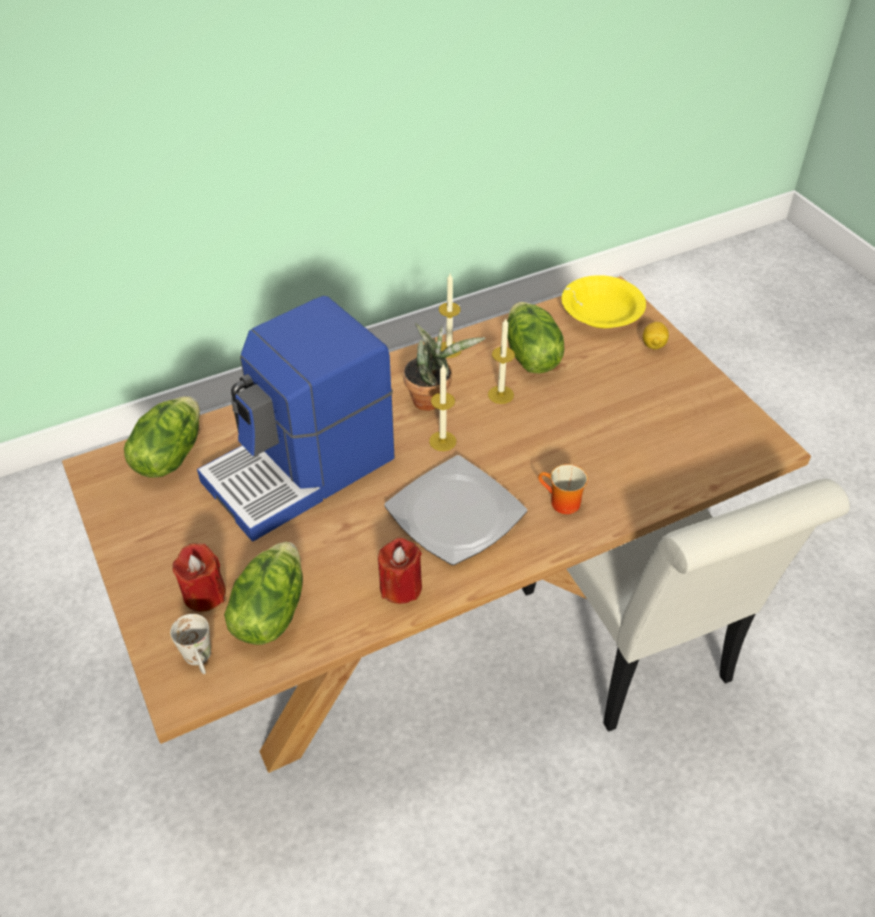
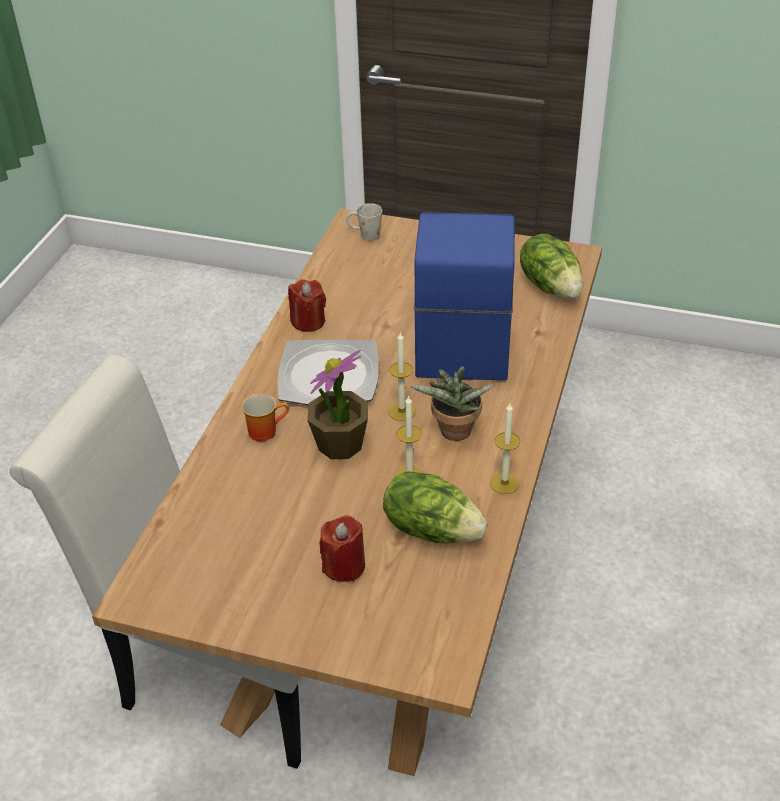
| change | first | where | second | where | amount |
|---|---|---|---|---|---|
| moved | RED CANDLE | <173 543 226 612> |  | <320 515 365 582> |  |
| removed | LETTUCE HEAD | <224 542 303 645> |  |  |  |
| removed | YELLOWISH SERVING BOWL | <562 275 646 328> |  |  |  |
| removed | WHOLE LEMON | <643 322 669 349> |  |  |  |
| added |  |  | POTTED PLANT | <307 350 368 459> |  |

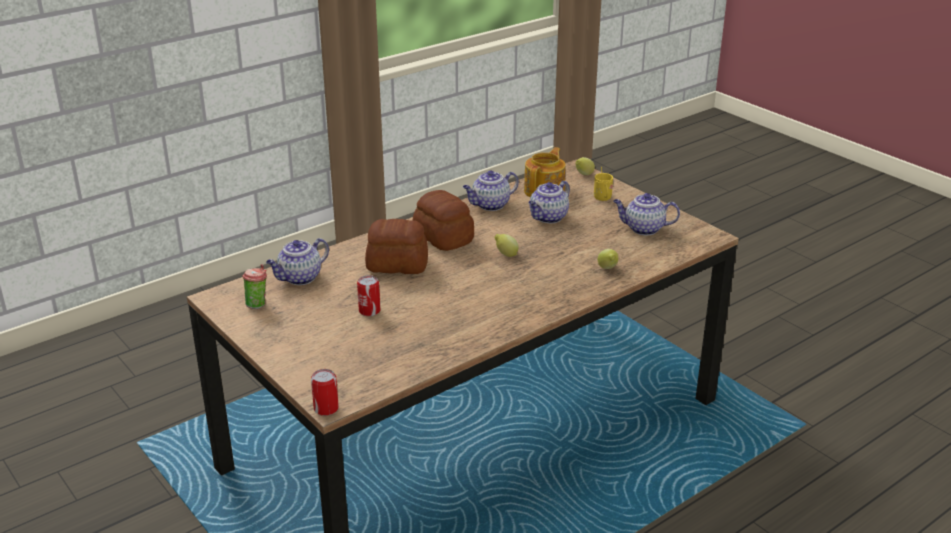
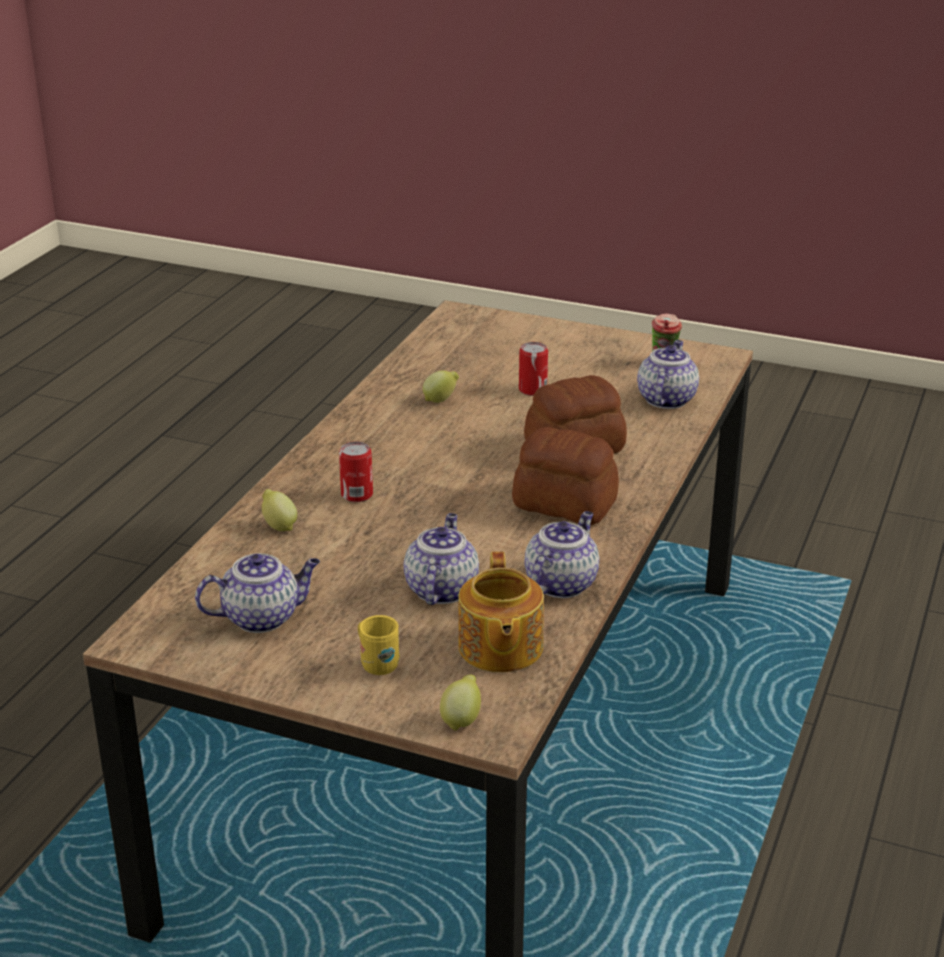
| change | first | where | second | where | amount |
|---|---|---|---|---|---|
| moved | METAL CAN | <311 369 339 416> |  | <339 441 373 502> |  |
| moved | WHOLE LEMON | <494 234 519 257> |  | <423 370 459 403> |  |

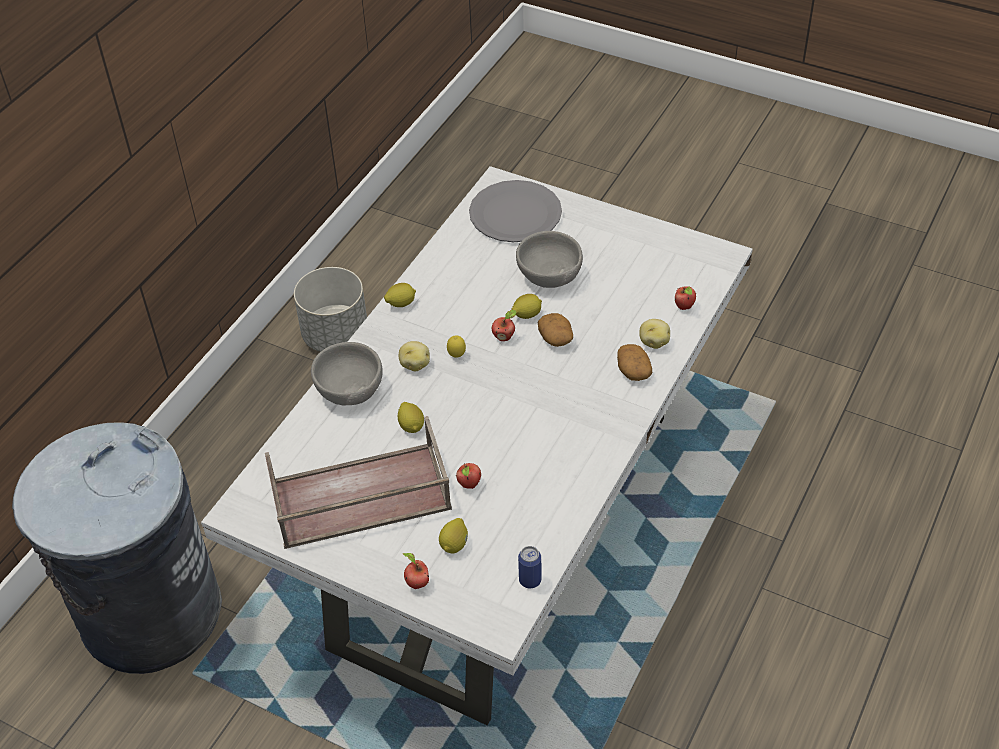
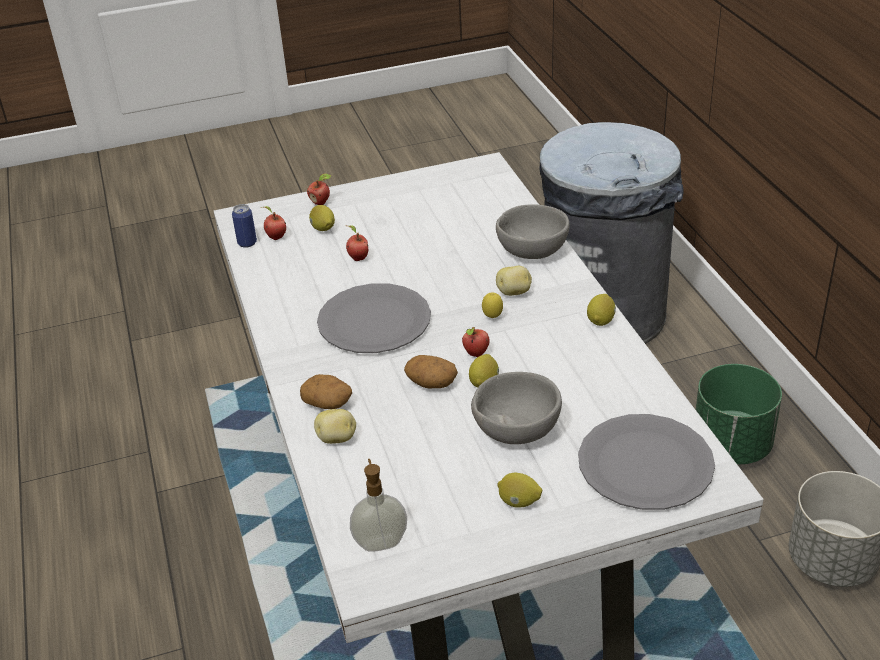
| change | first | where | second | where | amount |
|---|---|---|---|---|---|
| removed | BROWN SERVING TRAY | <265 416 452 549> |  |  |  |
| moved | WHOLE LEMON | <398 402 424 433> |  | <498 473 543 508> |  |
| moved | WHOLE APPLE | <675 286 696 310> |  | <260 206 286 240> |  |
| added |  |  | GREYISH PLATE | <317 283 431 353> |  |
| added |  |  | SOAP BOTTLE | <350 459 407 552> |  |
| added |  |  | GREEN-COLOURED FLOWER POT | <696 364 782 465> |  |

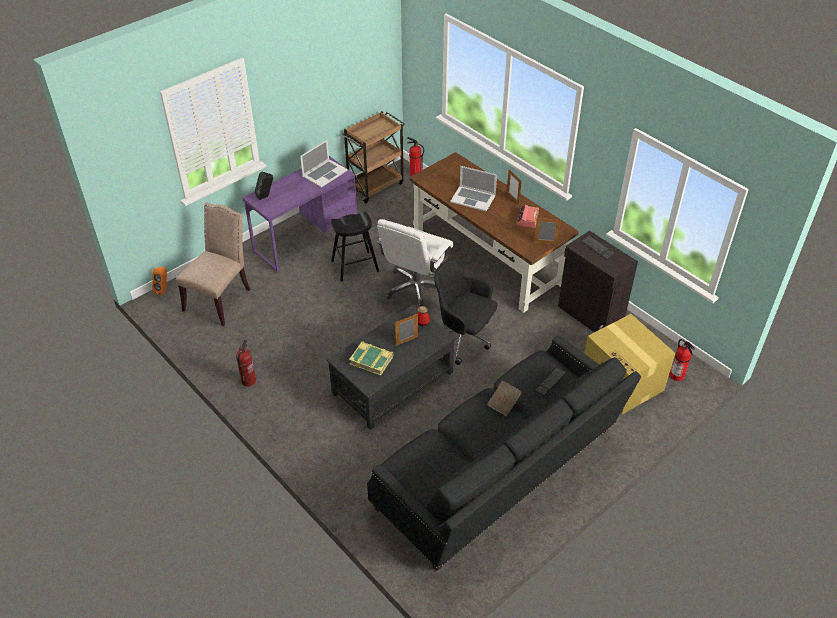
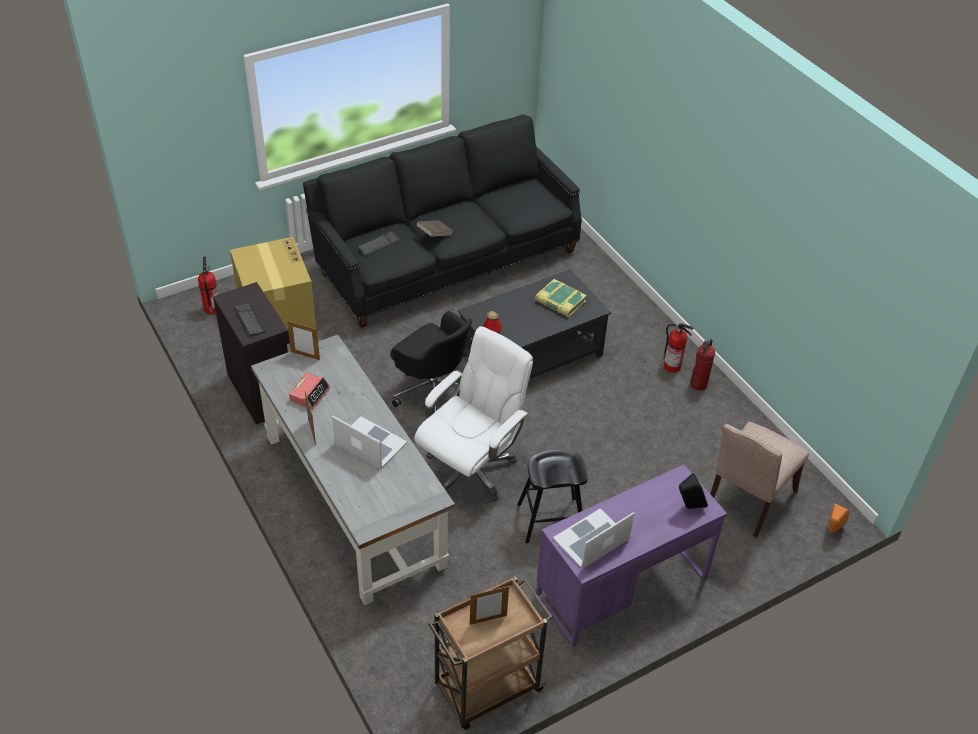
| change | first | where | second | where | amount |
|---|---|---|---|---|---|
| moved | PHOTO FRAME | <395 314 418 346> |  | <470 586 509 625> |  |
| moved | FIRE-FIGHTING CYLINDER | <407 137 424 176> |  | <663 324 694 373> |  |
| recoloured | BROWN DESK UNIT | <409 152 579 313> | GREYISH DESK UNIT | <251 335 455 605> |  |

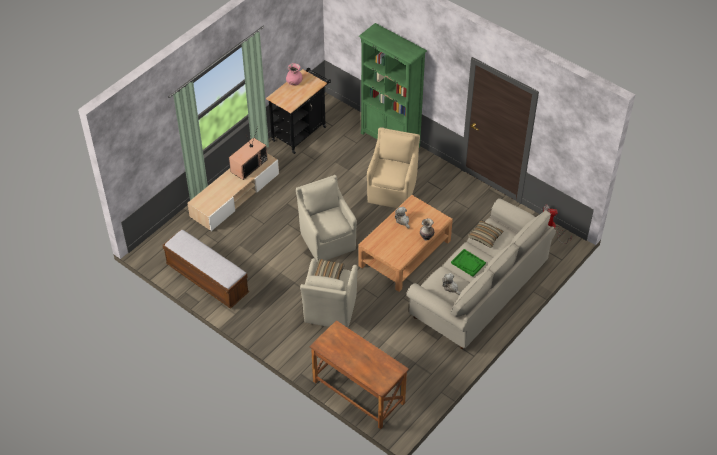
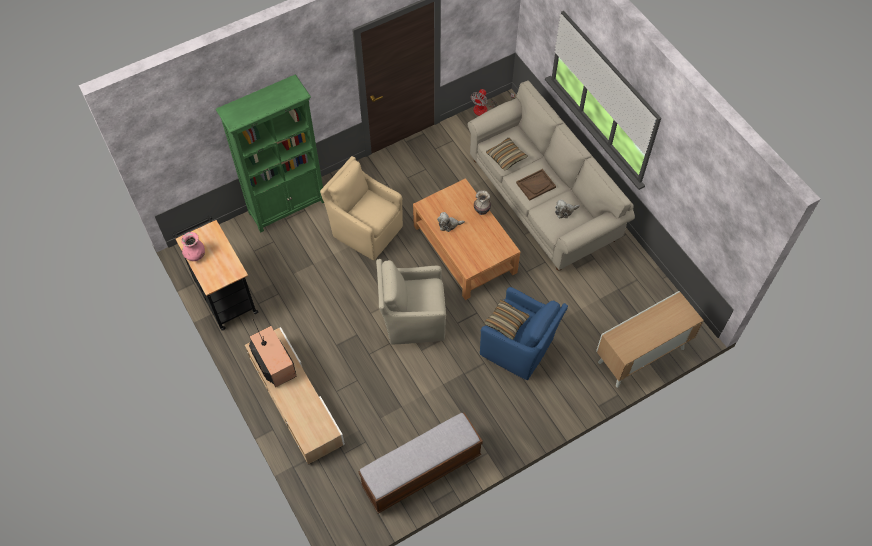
| change | first | where | second | where | amount |
|---|---|---|---|---|---|
| recoloured | SAND-COLOURED LOUNGE CHAIR | <300 258 358 328> | BLUE LOUNGE CHAIR | <480 287 568 380> |  |
| replaced | BROWN DESK UNIT | <309 320 409 429> | CABINET | <596 291 704 388> |  |
| recoloured | GREEN-COLOURED SERVING TRAY | <451 249 486 277> | BROWN SERVING TRAY | <516 169 556 201> |  |

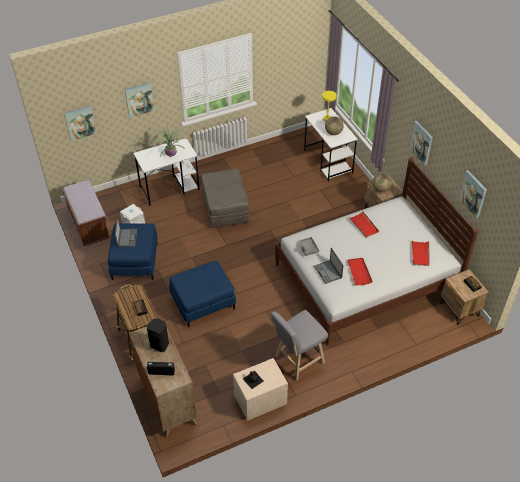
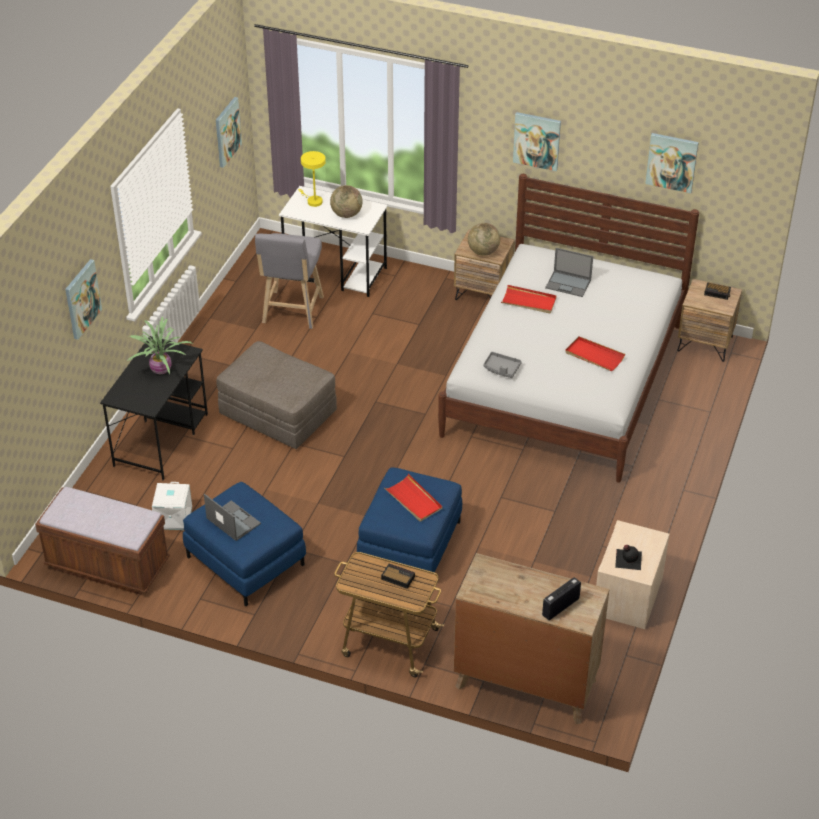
| change | first | where | second | where | amount |
|---|---|---|---|---|---|
| moved | PICTURE | <64 106 97 141> |  | <216 97 242 168> |  |
| recoloured | WHITE DESK UNIT | <133 137 200 206> | BLACK-COLOURED DESK UNIT | <100 336 208 480> |  |
| removed | BLACK-COLOURED LOUDSPEAKER | <146 318 169 352> |  |  |  |
| moved | GREYISH STOOL SEAT | <271 310 328 381> |  | <255 233 324 329> |  |
| moved | LAPTOP | <314 248 343 284> |  | <545 248 593 297> |  |
| moved | RED SERVING TRAY | <411 240 429 266> |  | <384 474 442 522> |  |

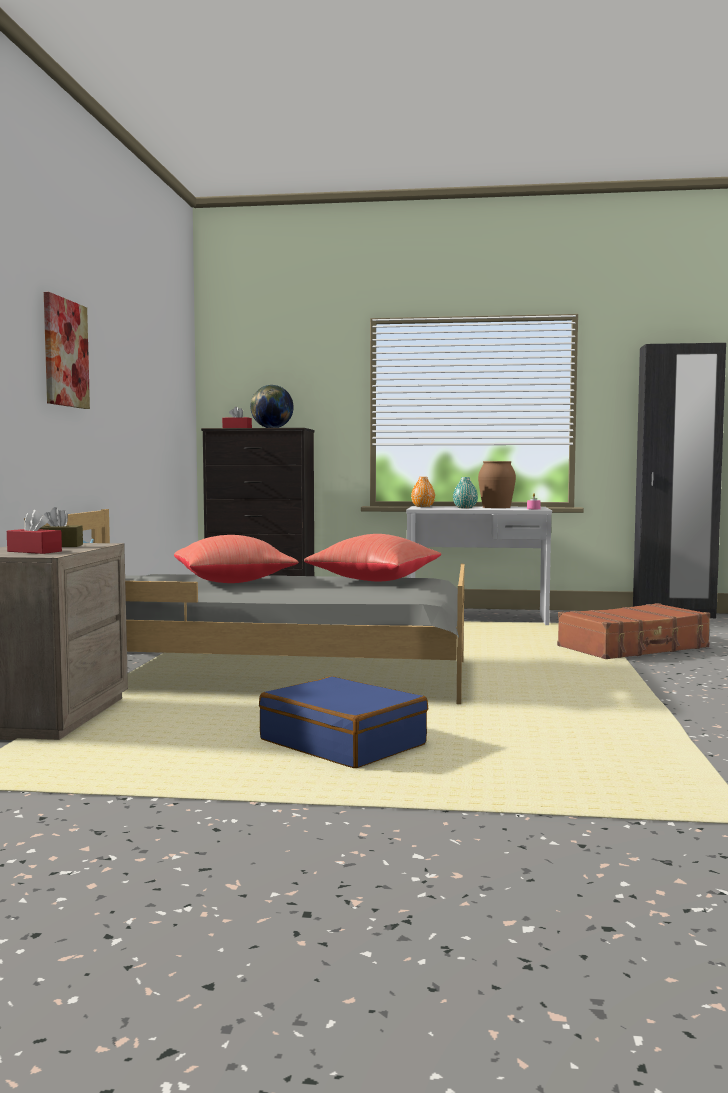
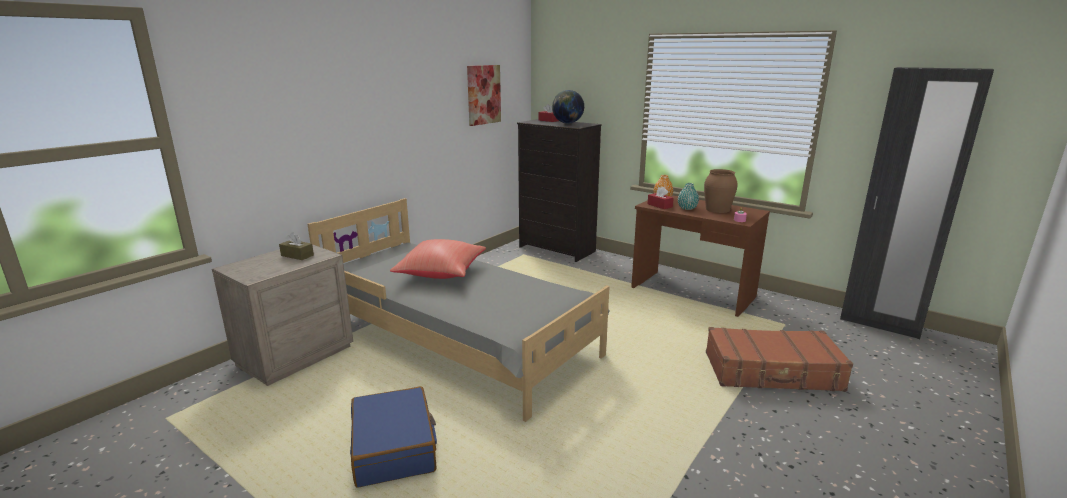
| change | first | where | second | where | amount |
|---|---|---|---|---|---|
| moved | RED TISSUE BOX | <7 510 62 554> |  | <648 186 674 209> |  |
| moved | PICTURE | <44 292 90 409> |  | <467 65 501 126> |  |
| removed | RED THROW PILLOW | <304 534 442 581> |  |  |  |
| recoloured | WHITE DESK UNIT | <406 506 552 625> | BROWN DESK UNIT | <631 195 770 317> |  |

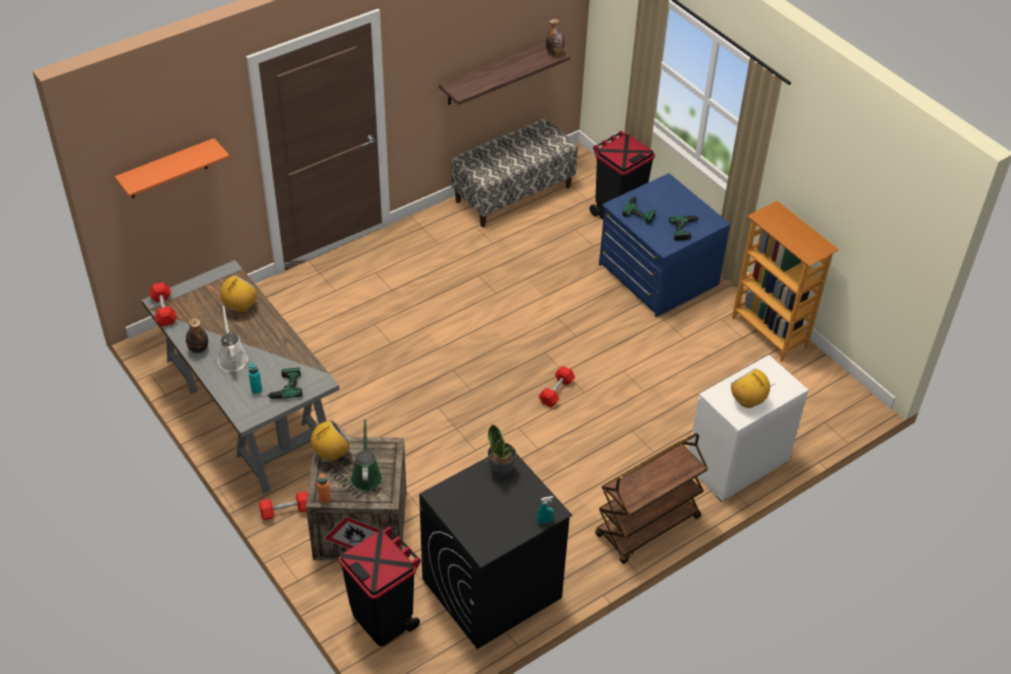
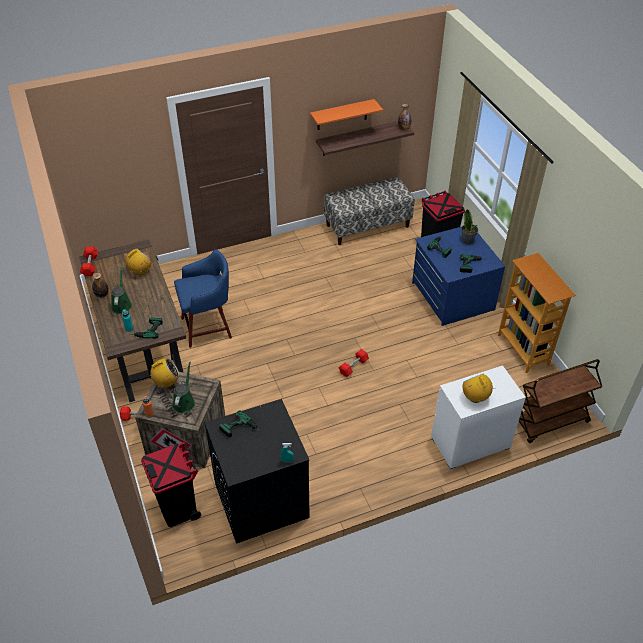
| change | first | where | second | where | amount |
|---|---|---|---|---|---|
| moved | ORANGE WALL SHELF | <114 138 230 198> |  | <310 99 383 130> |  |
| recoloured | GREYISH DESK UNIT | <142 260 340 494> | BROWN DESK UNIT | <79 240 186 402> |  |
| recoloured | WHITE SPRINKLING CAN | <218 306 248 372> | GREEN-COLOURED SPRINKLING CAN | <111 267 132 314> |  |
| moved | POTTED PLANT | <488 424 516 478> |  | <462 209 478 244> |  |
| moved | BROWN WHEELED CART | <595 433 708 564> |  | <519 359 603 443> |  |
| added |  |  | BLUE STOOL SEAT | <174 249 232 348> |  |
| added |  |  | POWER DRILL | <219 410 261 437> |  |

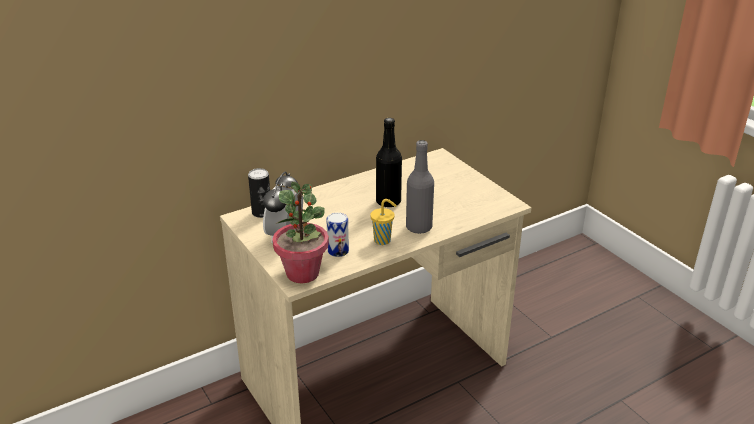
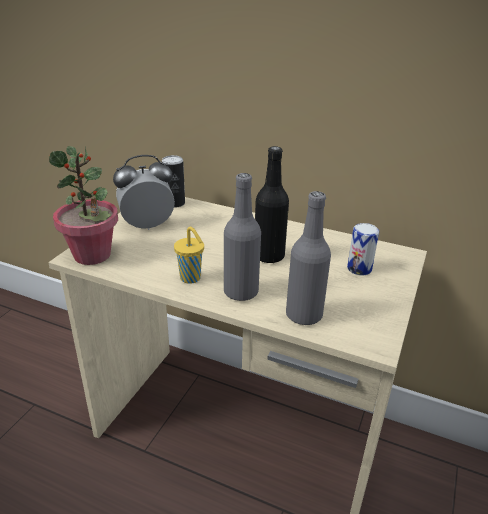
| change | first | where | second | where | amount |
|---|---|---|---|---|---|
| moved | METAL CAN | <326 213 349 257> |  | <347 223 379 276> |  |
| added |  |  | GREYISH DRINK BOTTLE | <286 191 331 325> |  |

